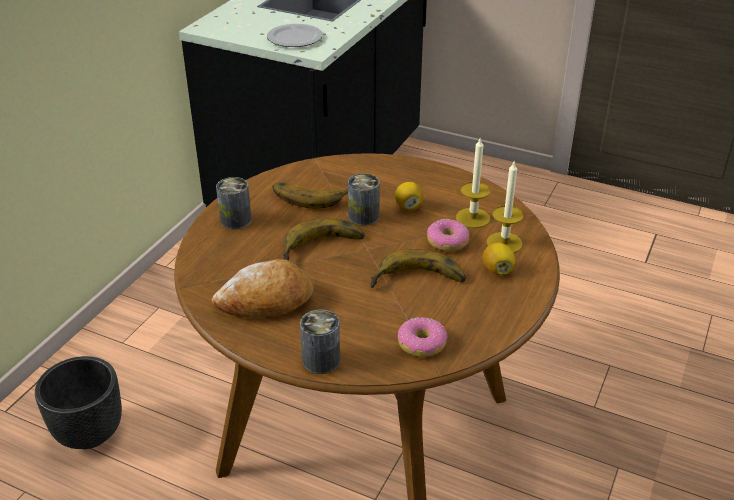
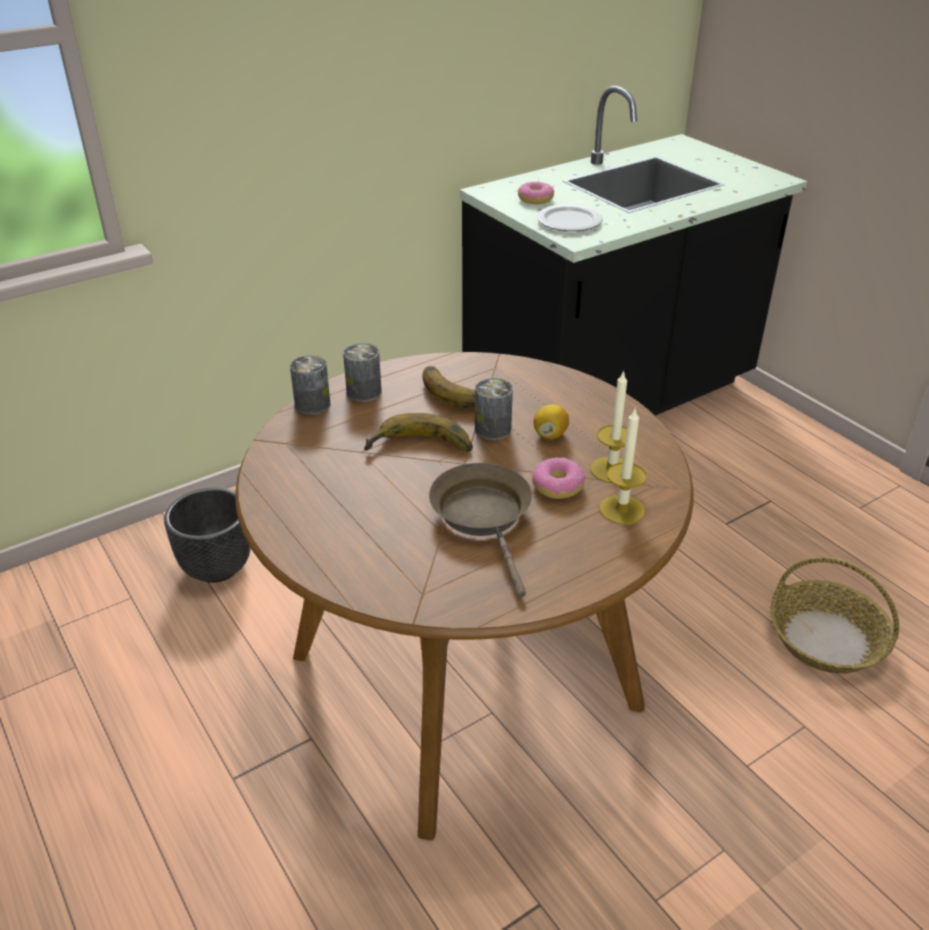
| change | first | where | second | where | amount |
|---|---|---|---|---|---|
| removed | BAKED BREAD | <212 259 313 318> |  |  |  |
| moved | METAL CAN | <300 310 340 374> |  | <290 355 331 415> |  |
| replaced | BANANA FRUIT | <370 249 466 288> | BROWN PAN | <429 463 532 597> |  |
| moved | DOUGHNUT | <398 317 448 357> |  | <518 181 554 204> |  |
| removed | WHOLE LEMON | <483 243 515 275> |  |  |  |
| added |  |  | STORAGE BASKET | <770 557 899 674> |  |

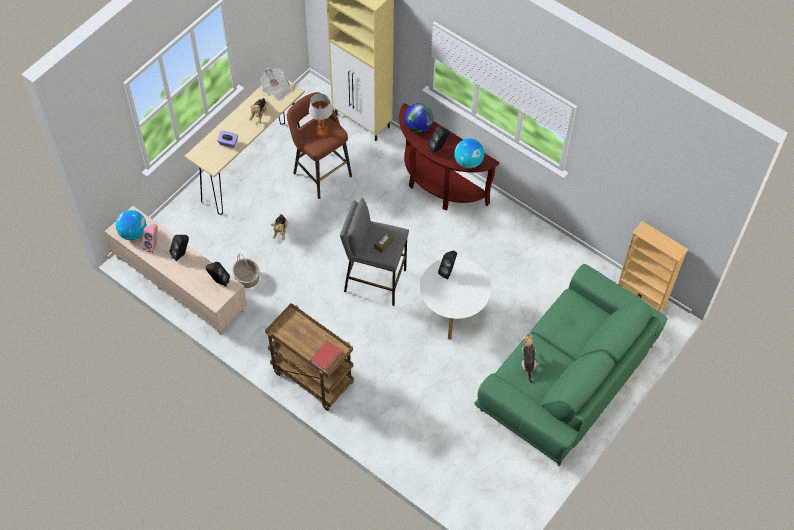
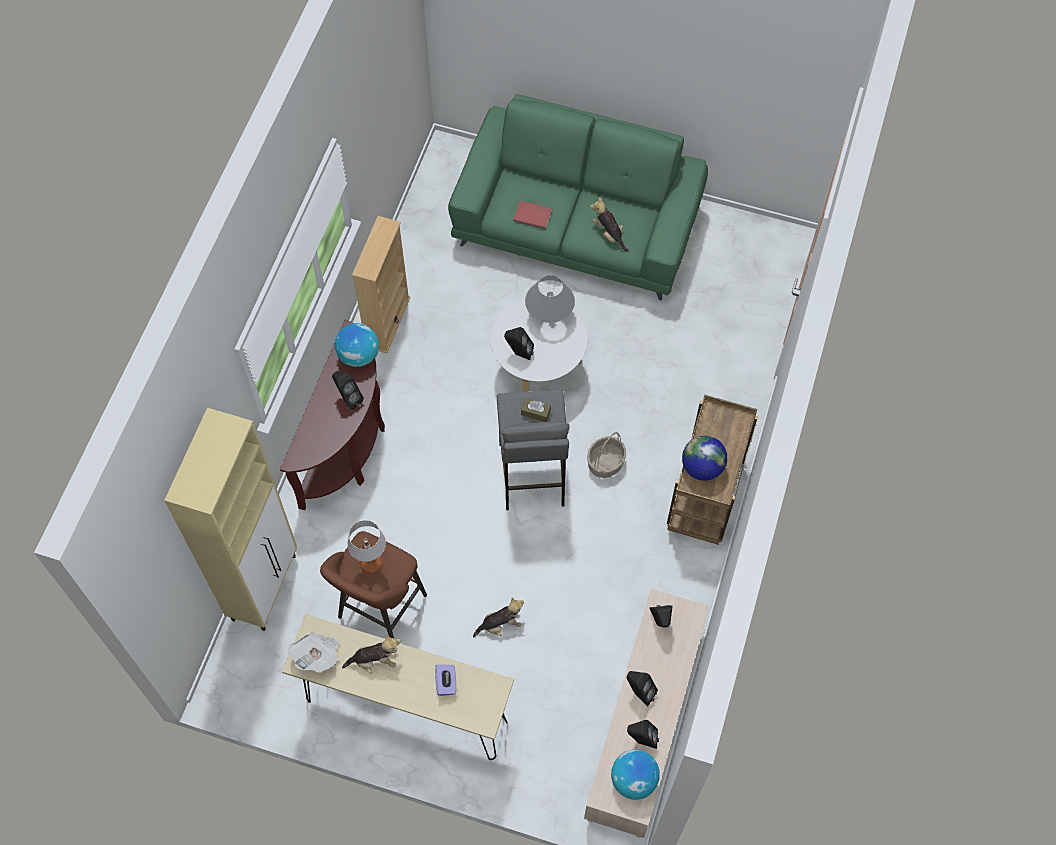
| change | first | where | second | where | amount |
|---|---|---|---|---|---|
| recoloured | PINK LOUDSPEAKER | <142 224 158 253> | BLACK-COLOURED LOUDSPEAKER | <627 720 659 749> |  |
| moved | STORAGE BASKET | <232 253 260 288> |  | <587 432 626 478> |  |
| moved | RED BOUND BOOK | <310 340 342 371> |  | <513 201 552 229> |  |
| moved | DESK GLOBE | <404 103 433 133> |  | <682 436 727 481> |  |
| turned | SOFT TOY | <522 334 540 383> |  | <590 197 629 252> | 75 degrees clockwise |
| moved | SAND-COLOURED SHELVING UNIT | <618 221 688 313> |  | <352 216 410 353> |  |
| added |  |  | GREYISH LAMP FOR A TABLE | <525 275 575 323> |  |

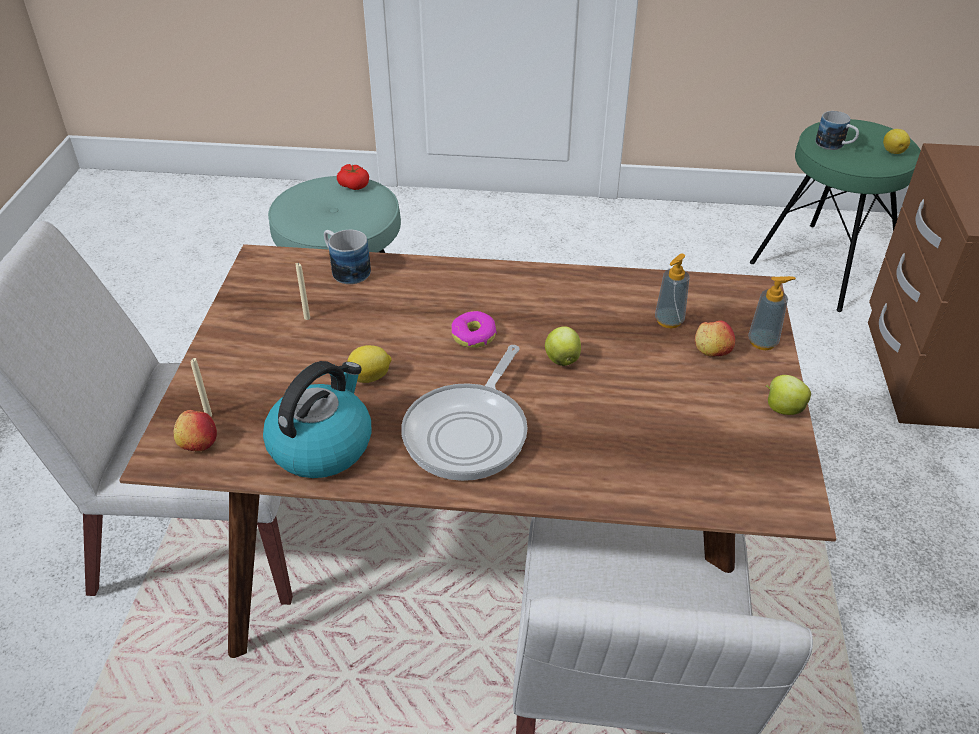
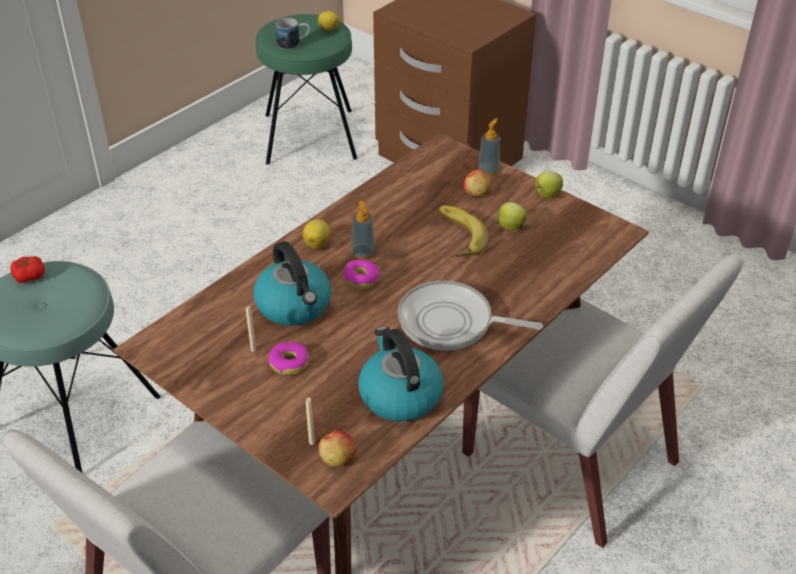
| change | first | where | second | where | amount |
|---|---|---|---|---|---|
| removed | COFFEE MUG | <324 230 371 284> |  |  |  |
| moved | WHOLE LEMON | <347 345 392 383> |  | <303 219 330 249> |  |
| turned | PAN | <401 345 528 481> |  | <398 281 543 351> | 135 degrees clockwise |
| moved | WHOLE APPLE | <545 326 581 366> |  | <498 202 527 230> |  |
| moved | SOAP BOTTLE | <655 253 689 328> |  | <352 201 375 260> |  |
| added |  |  | KETTLE | <254 241 331 326> |  |
| added |  |  | DOUGHNUT | <268 342 309 375> |  |
| added |  |  | BANANA FRUIT | <439 206 489 257> |  |

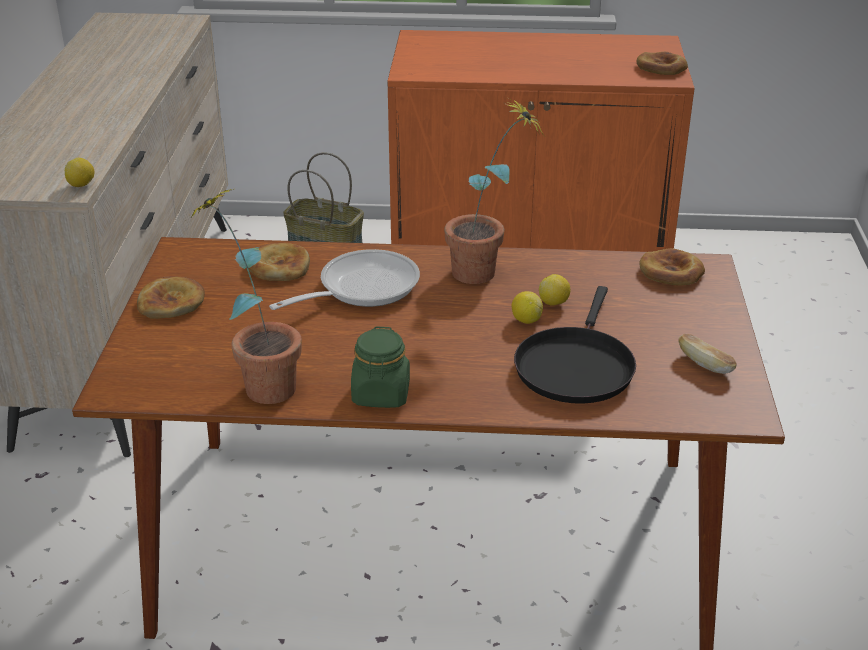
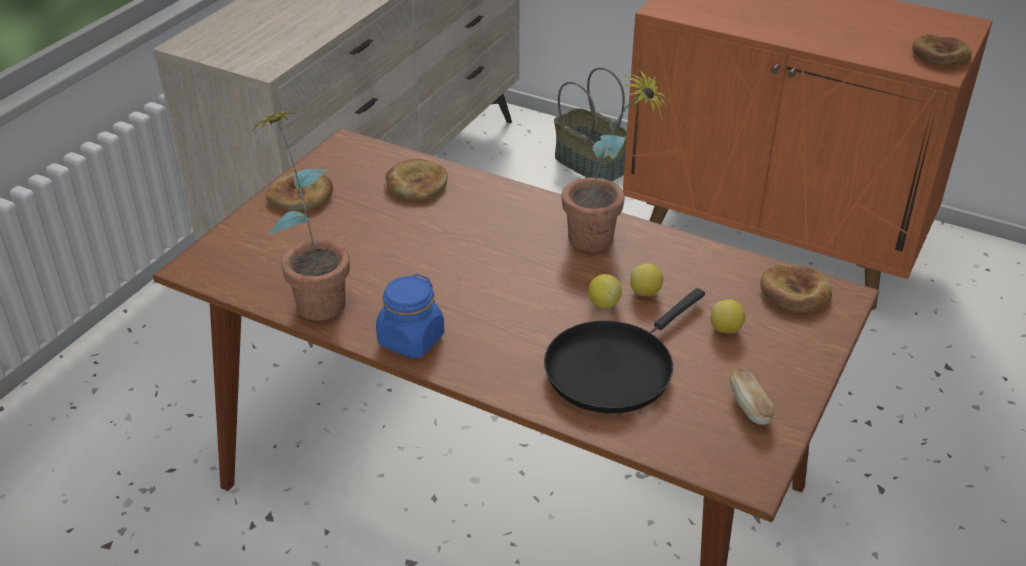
| change | first | where | second | where | amount |
|---|---|---|---|---|---|
| moved | WHOLE LEMON | <65 158 94 187> |  | <711 299 746 333> |  |
| removed | PAN | <269 249 420 310> |  |  |  |
| recoloured | GREEN-COLOURED STORAGE JAR | <351 326 410 408> | BLUE STORAGE JAR | <376 274 445 358> |  |

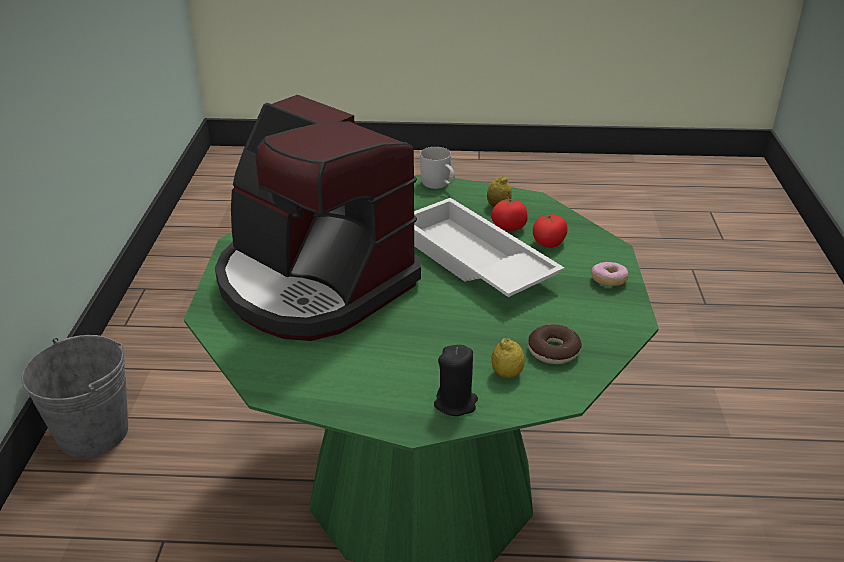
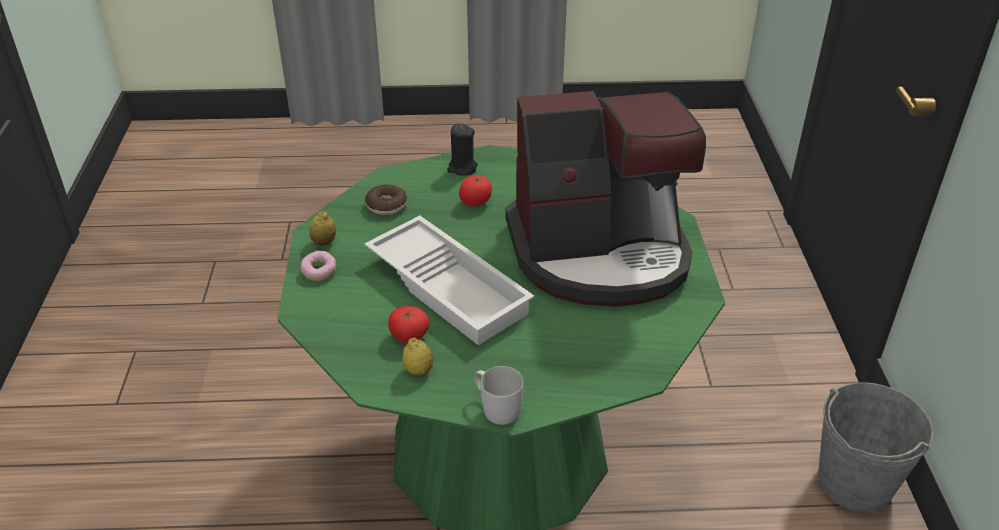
| change | first | where | second | where | amount |
|---|---|---|---|---|---|
| turned | COFFEE BREWER | <215 94 421 341> |  | <505 91 706 307> | 135 degrees clockwise |
| moved | WHOLE LEMON | <491 338 525 378> |  | <309 212 336 246> |  |
| moved | TOMATO | <533 214 568 248> |  | <459 175 492 207> |  |

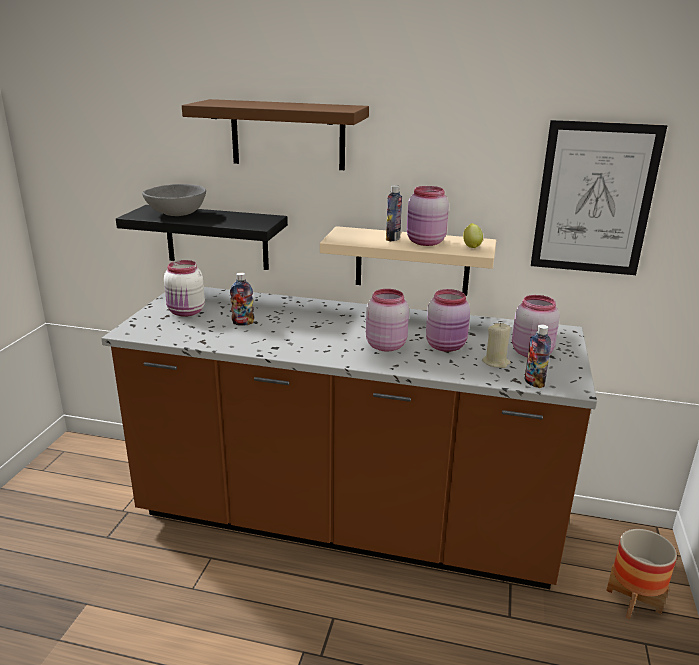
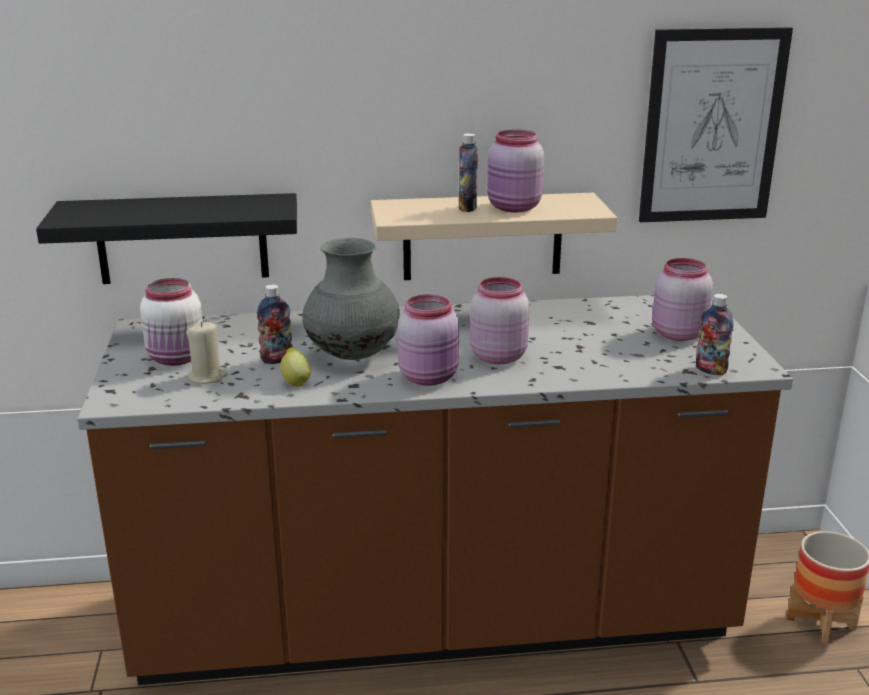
| change | first | where | second | where | amount |
|---|---|---|---|---|---|
| removed | GREYISH SERVING BOWL | <142 184 206 216> |  |  |  |
| removed | BROWN WALL SHELF | <182 99 369 170> |  |  |  |
| moved | PINK STORAGE JAR | <426 289 470 352> |  | <398 294 459 386> |  |
| moved | WHOLE LEMON | <463 223 483 248> |  | <280 347 311 387> |  |
| moved | SAND-COLOURED CANDLE | <482 323 511 368> |  | <186 321 228 384> |  |
| added |  |  | GREYISH DECORATIVE VASE | <302 238 400 360> |  |

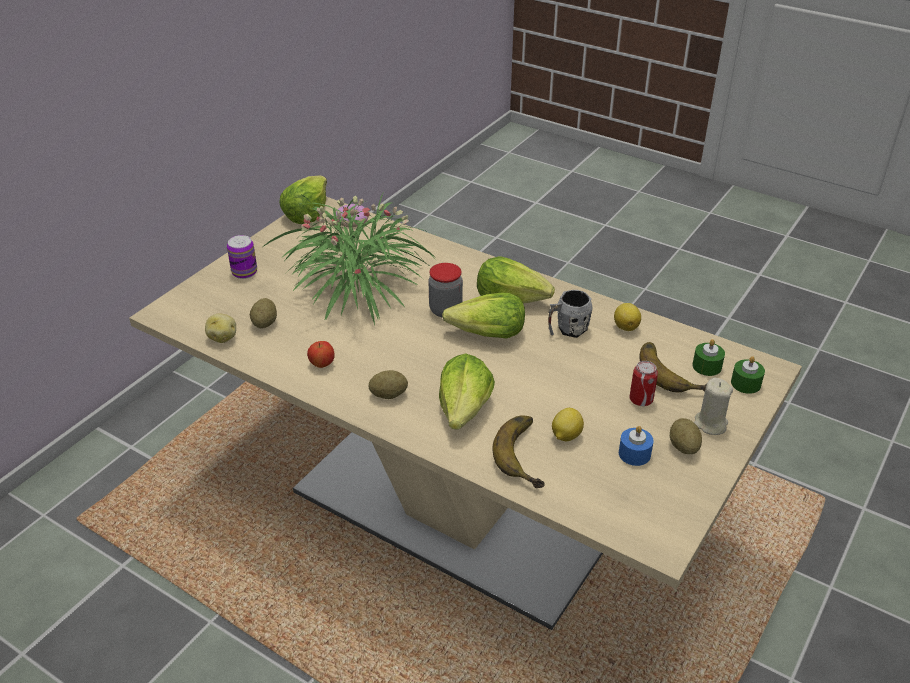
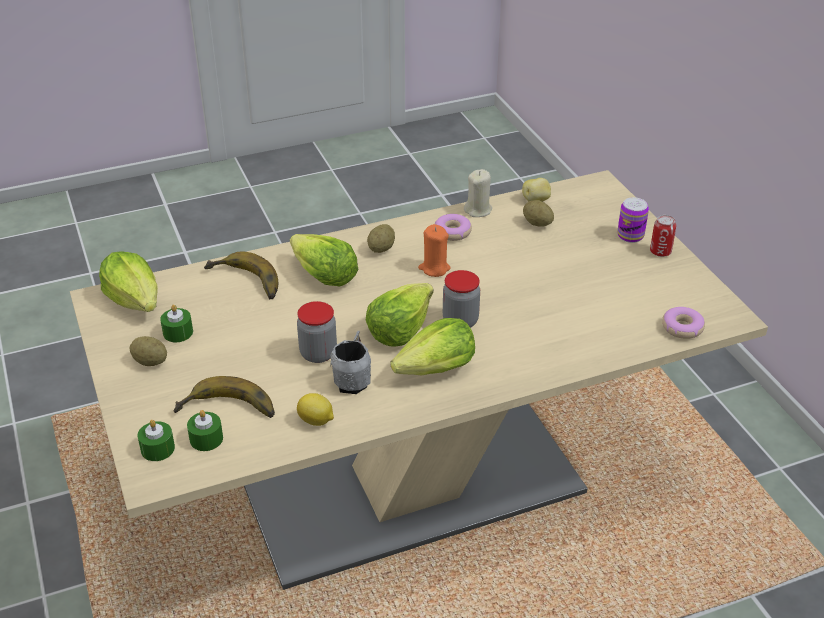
| change | first | where | second | where | amount |
|---|---|---|---|---|---|
| removed | POTTED PLANT | <263 191 435 325> |  |  |  |
| moved | LETTUCE HEAD | <279 176 327 224> |  | <99 251 158 312> |  |
| replaced | WHOLE APPLE | <307 341 335 368> | DOUGHNUT | <435 214 472 241> |  |
| removed | WHOLE LEMON | <552 408 584 441> |  |  |  |
| recoloured | BLUE CANDLE | <619 426 654 466> | GREEN-COLOURED CANDLE | <160 305 193 342> |  |
| moved | METAL CAN | <629 361 658 406> |  | <650 215 676 257> |  |
| moved | SAND-COLOURED CANDLE | <694 378 733 435> |  | <464 169 492 217> |  |
| added |  |  | STORAGE JAR | <297 301 337 363> |  |
| added |  |  | ORANGE CANDLE | <418 224 451 277> |  |

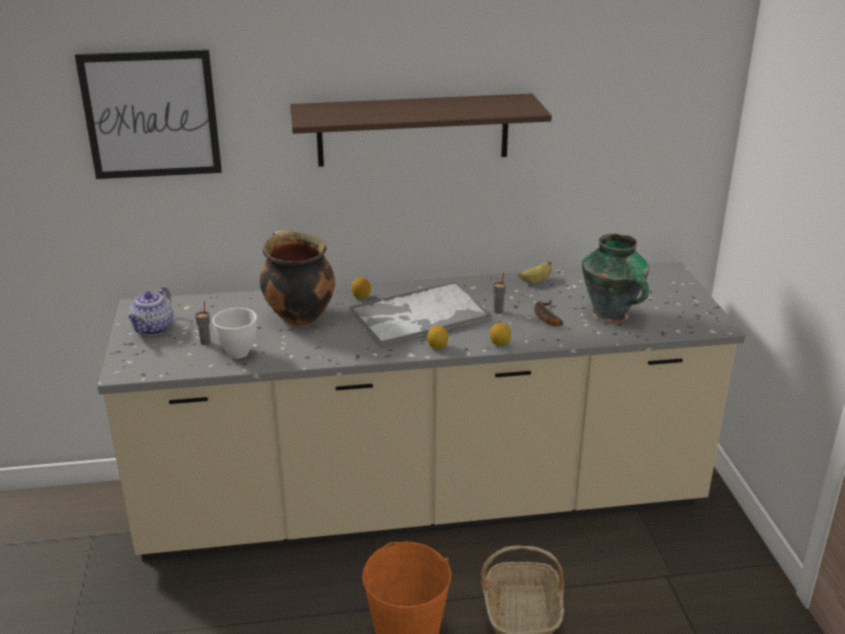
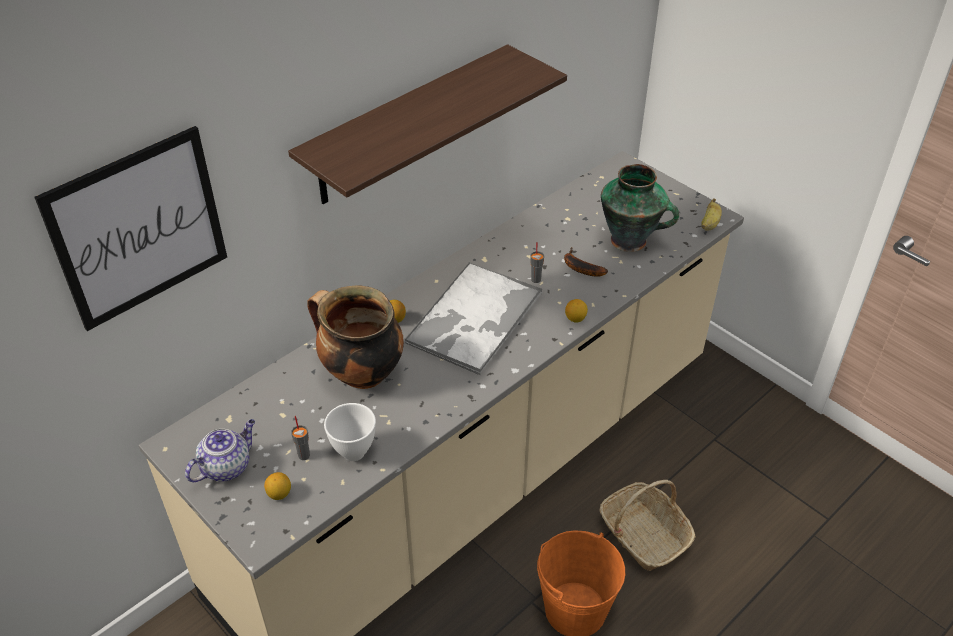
| change | first | where | second | where | amount |
|---|---|---|---|---|---|
| turned | POT FOR TEA | <129 287 173 335> |  | <185 419 255 482> | 120 degrees counterclockwise |
| moved | WHOLE LEMON | <427 326 448 349> |  | <264 472 291 500> |  |
| moved | BANANA FRUIT | <518 261 552 283> |  | <701 198 722 231> |  |

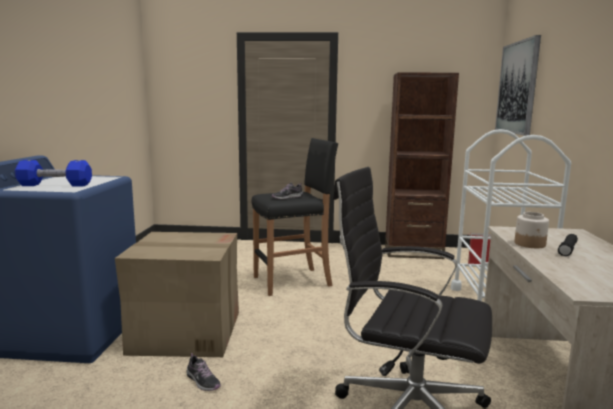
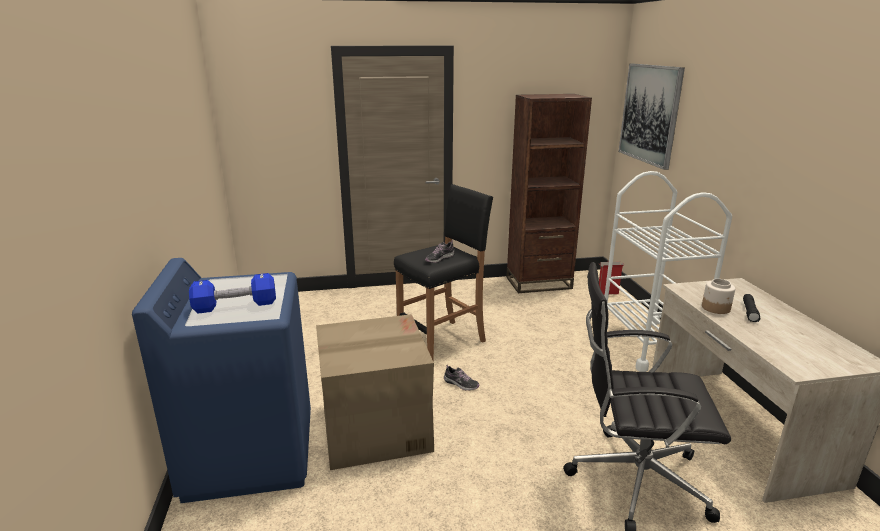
| change | first | where | second | where | amount |
|---|---|---|---|---|---|
| moved | LOW SHOE | <186 353 221 391> |  | <444 365 480 390> |  |

